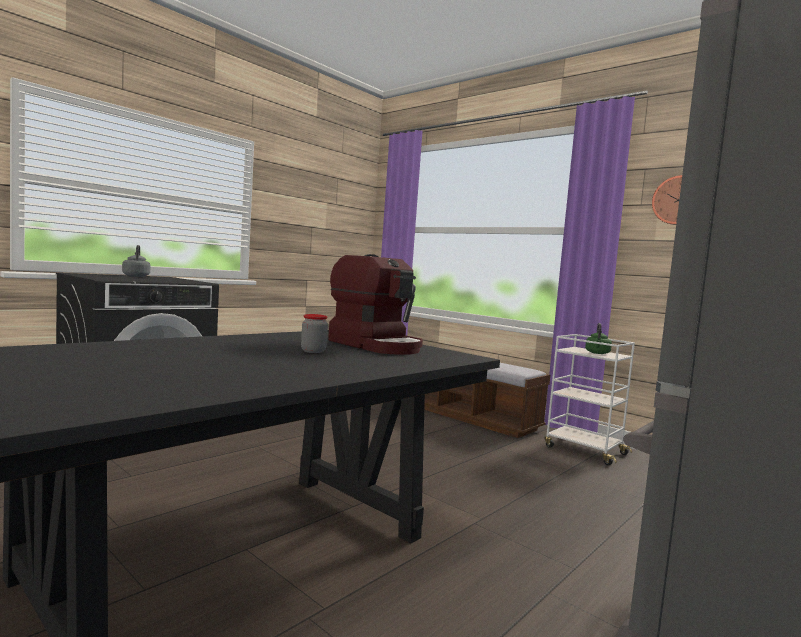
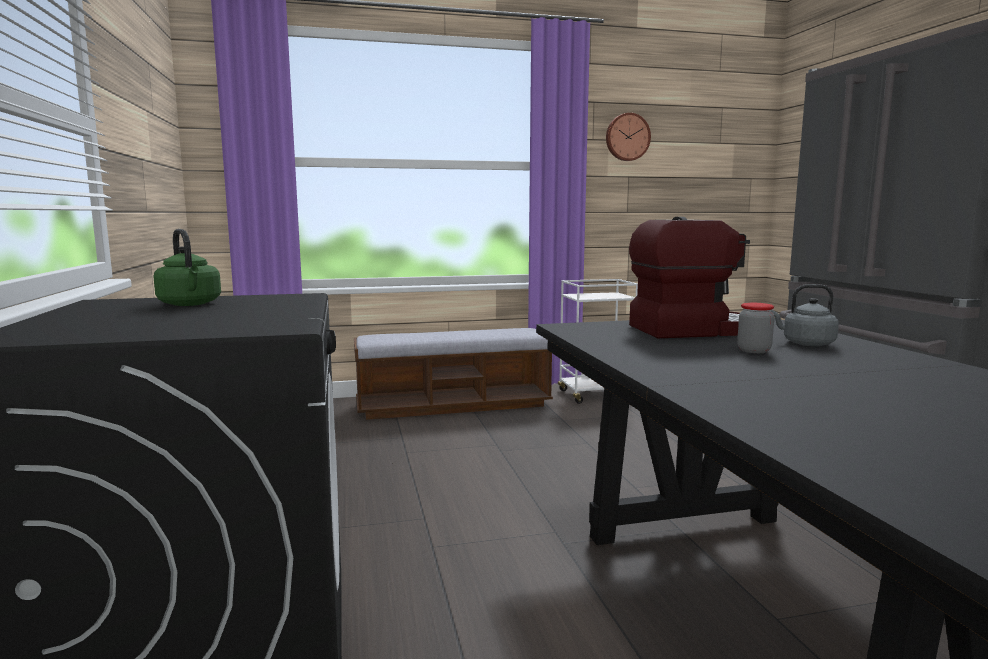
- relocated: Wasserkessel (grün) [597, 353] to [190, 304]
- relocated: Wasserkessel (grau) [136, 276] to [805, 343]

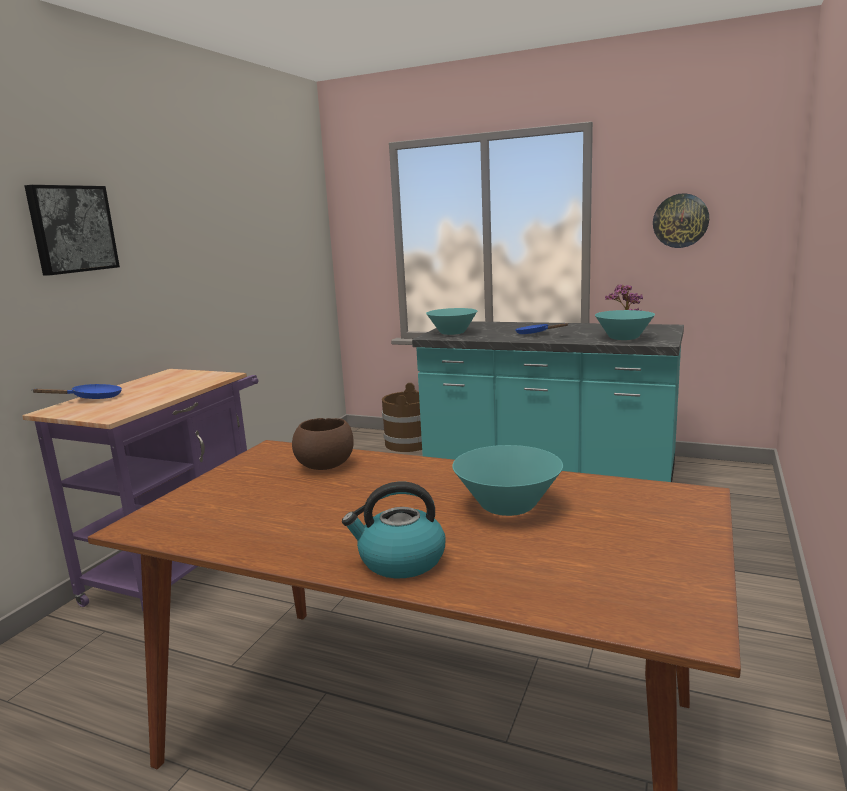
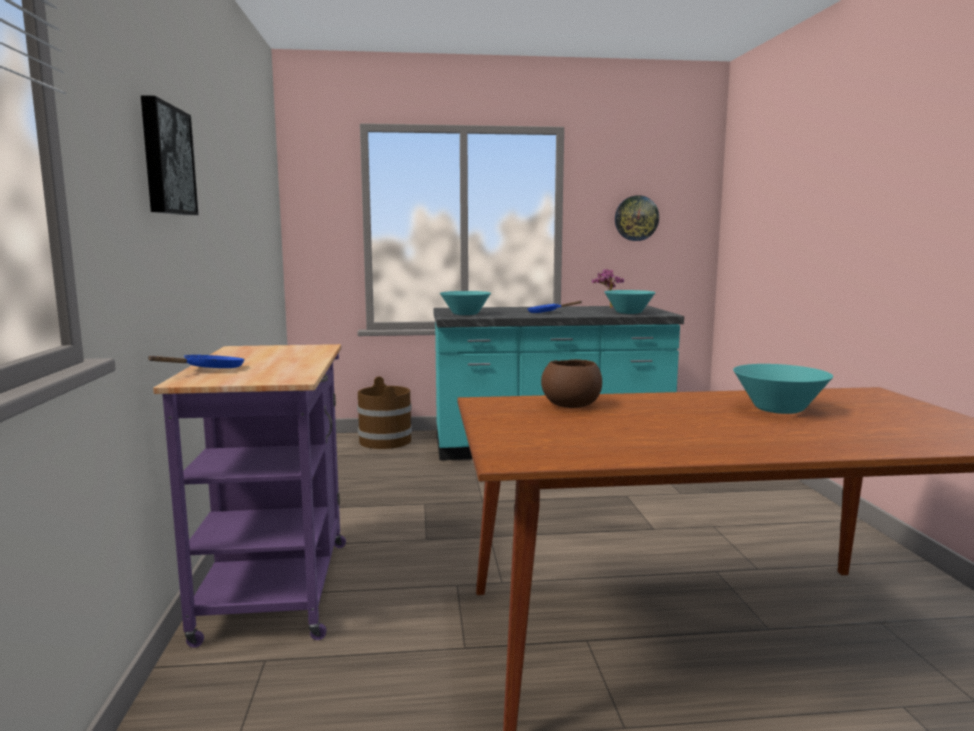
- missing: Wasserkessel [400, 561]

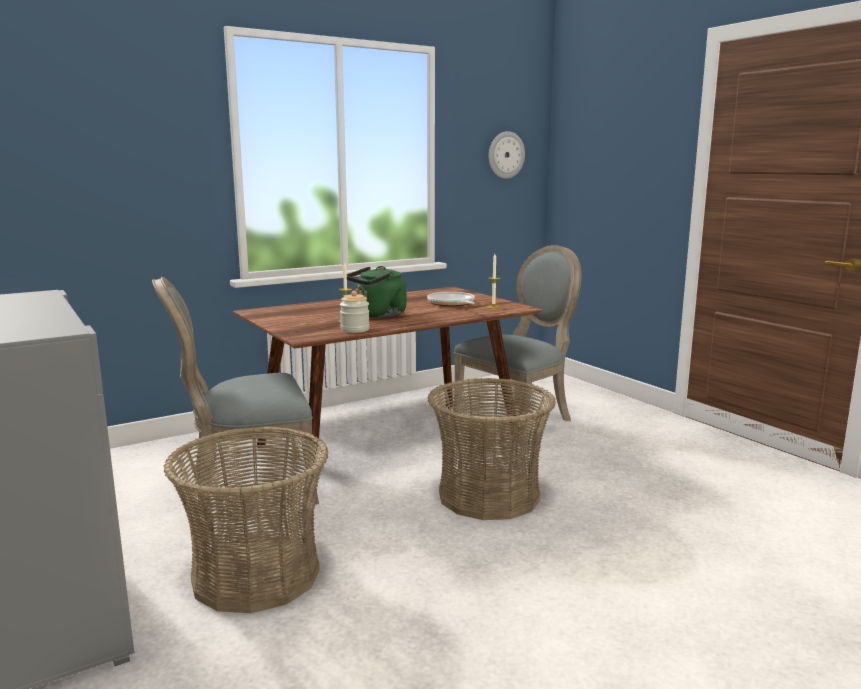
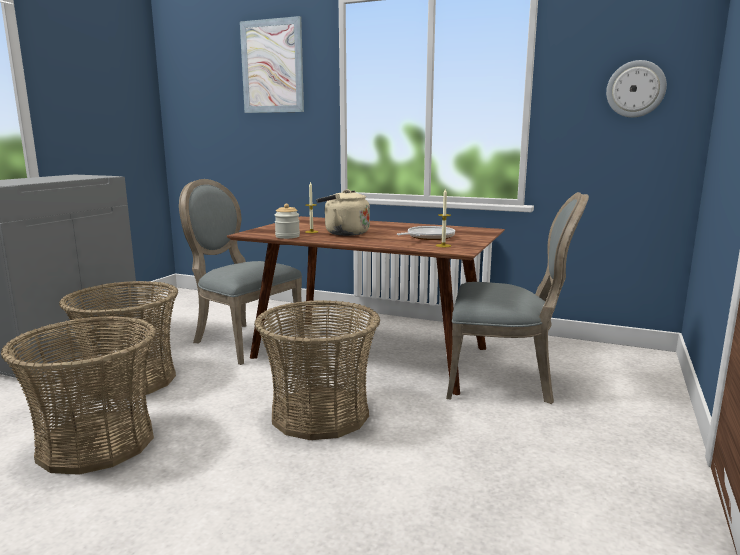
- appeared: Korb [96, 442]
- appeared: Bild [272, 66]
- colour: Wasserkessel (grün) [378, 315] to Wasserkessel (beige) [343, 233]

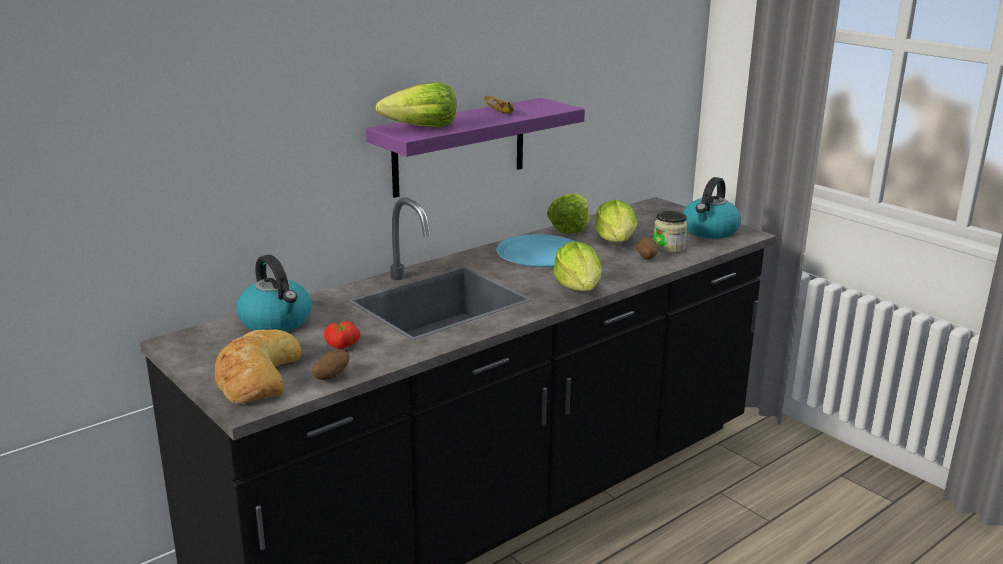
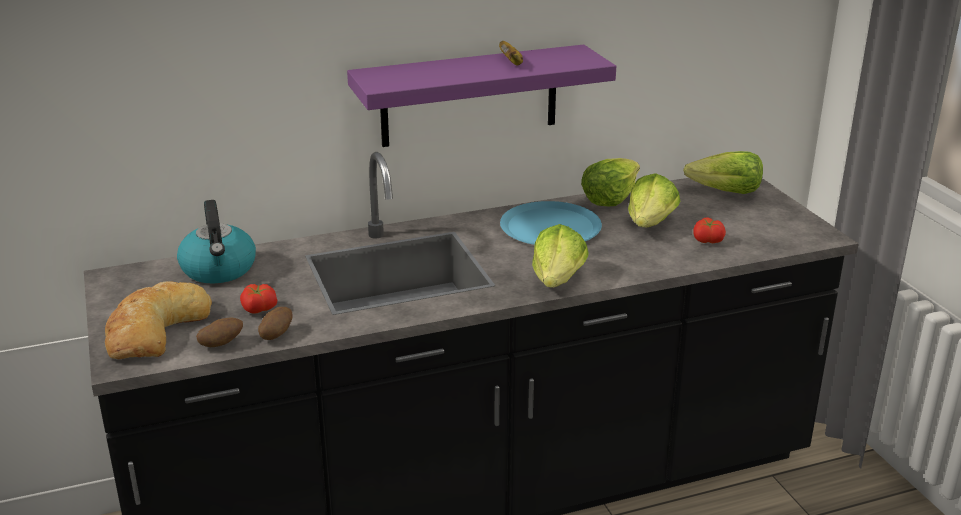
- relocated: Kartoffel [646, 258] to [276, 335]
- relocated: Salatkopf [421, 128] to [725, 192]
- exchanged: Vorratsglas [669, 247] to Tomate [707, 241]
- missing: Wasserkessel [710, 231]

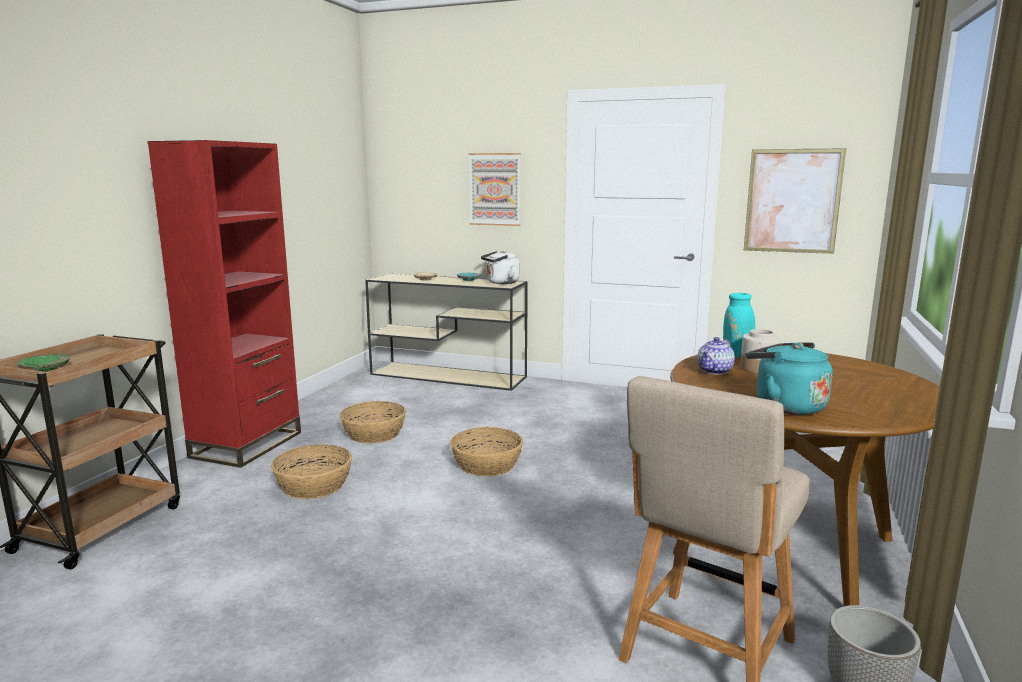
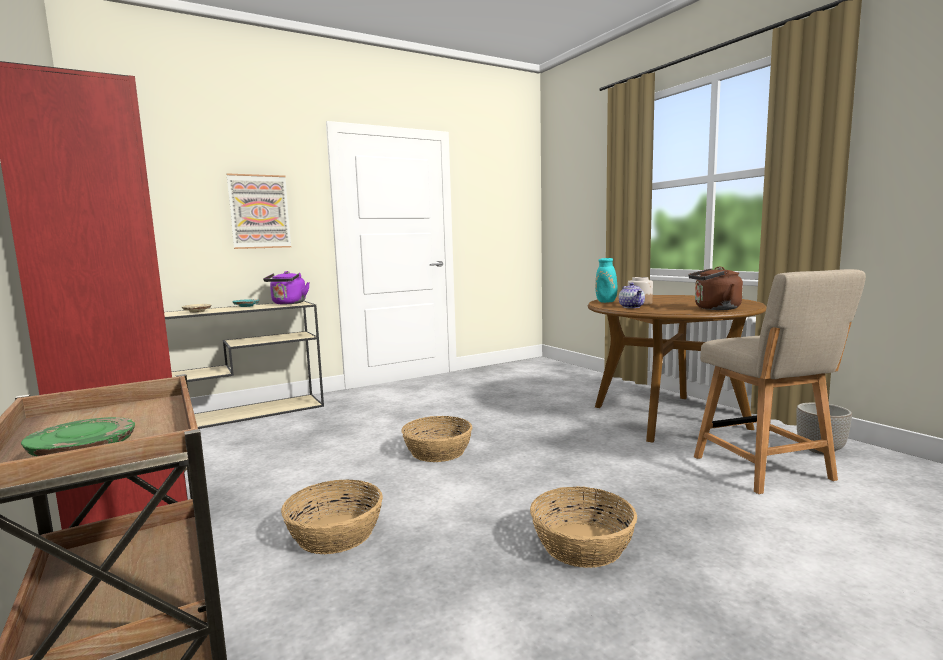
- colour: Wasserkessel (weiß) [501, 283] to Wasserkessel (lila) [288, 303]
- relocated: Korb [374, 434] to [581, 544]
- colour: Wasserkessel (türkis) [785, 406] to Wasserkessel (braun) [714, 308]
- missing: Bild [792, 201]

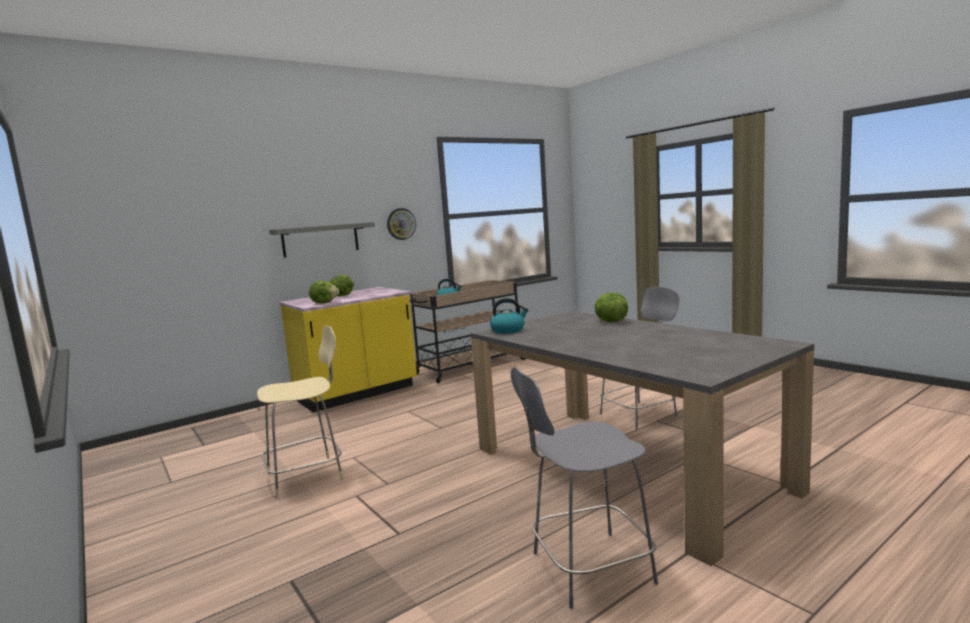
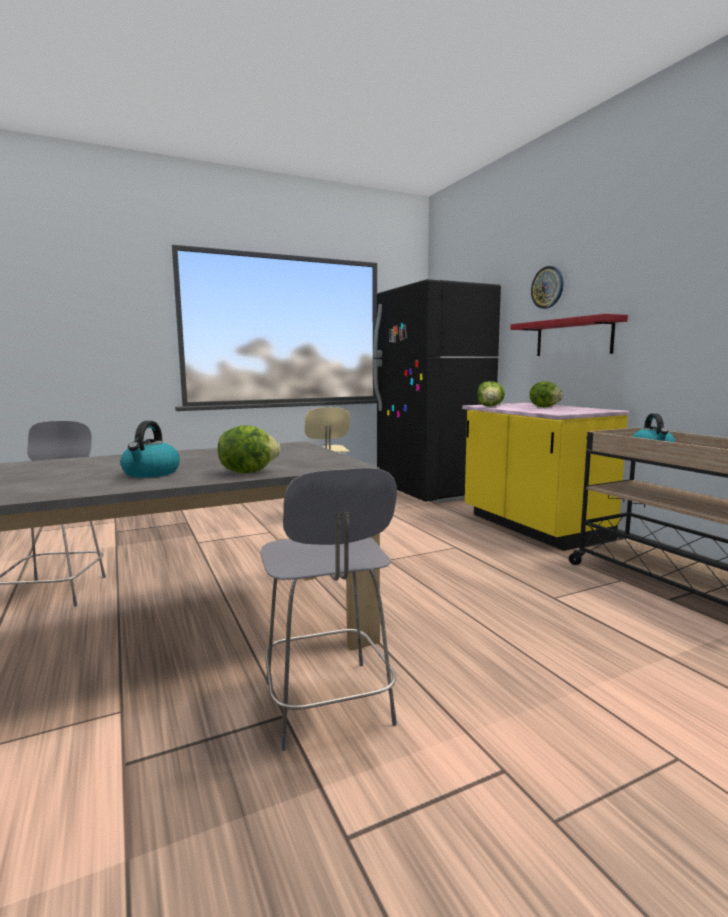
- relocated: Wasserkessel [508, 330] to [151, 473]
- appeared: Kühlschrank (schwarz) [432, 491]
- colour: Wandregal (grau) [320, 239] to Wandregal (rot) [573, 337]
- relocated: Wanduhr [401, 224] to [547, 287]

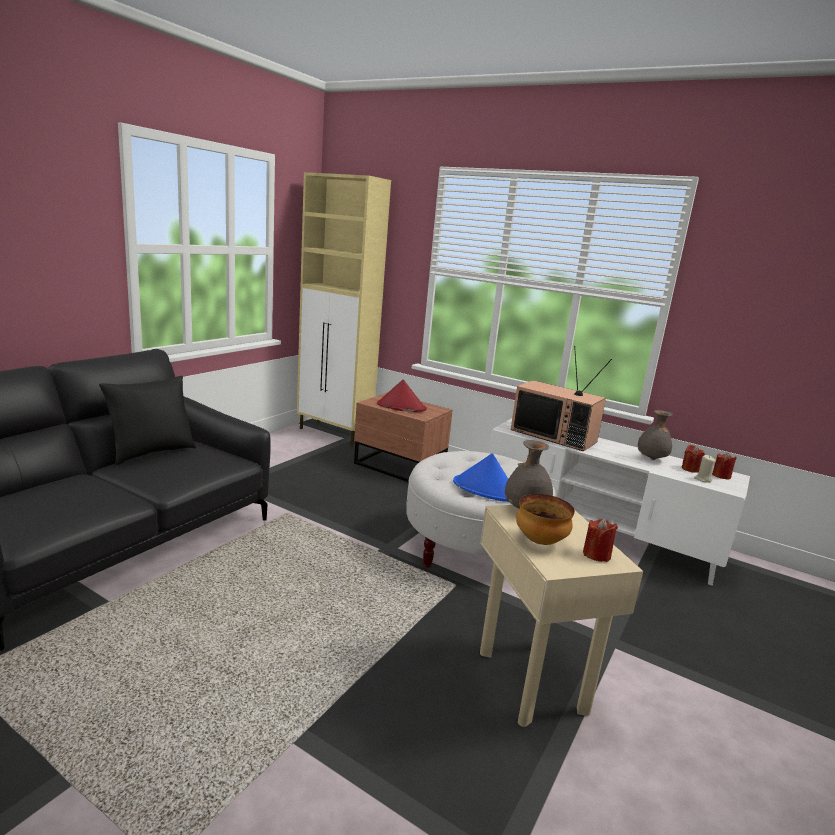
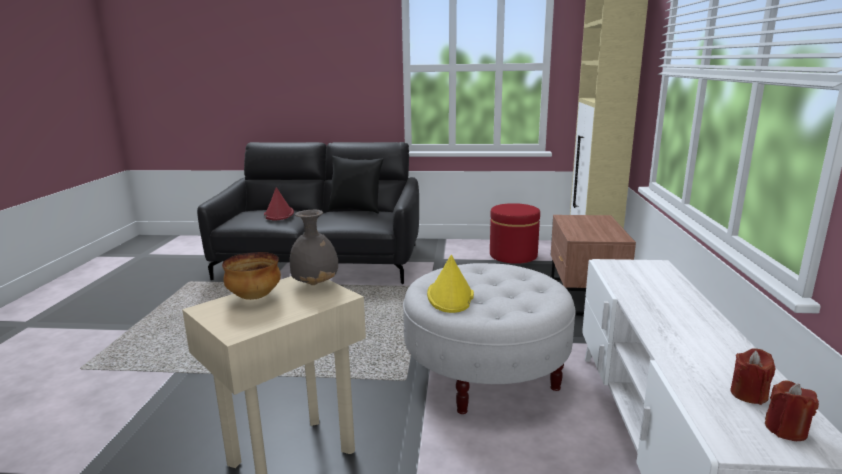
- relocated: Hut (rot) [401, 406] to [279, 214]
- colour: Hut (blau) [486, 489] to Hut (gelb) [450, 296]
- appeared: Polsterhocker (rot) [513, 255]
- missing: Fernseher [555, 436]
- missing: Kerze (rot) [596, 555]
- missing: Vase (grau) [651, 459]
- missing: Kerze (beige) [702, 479]

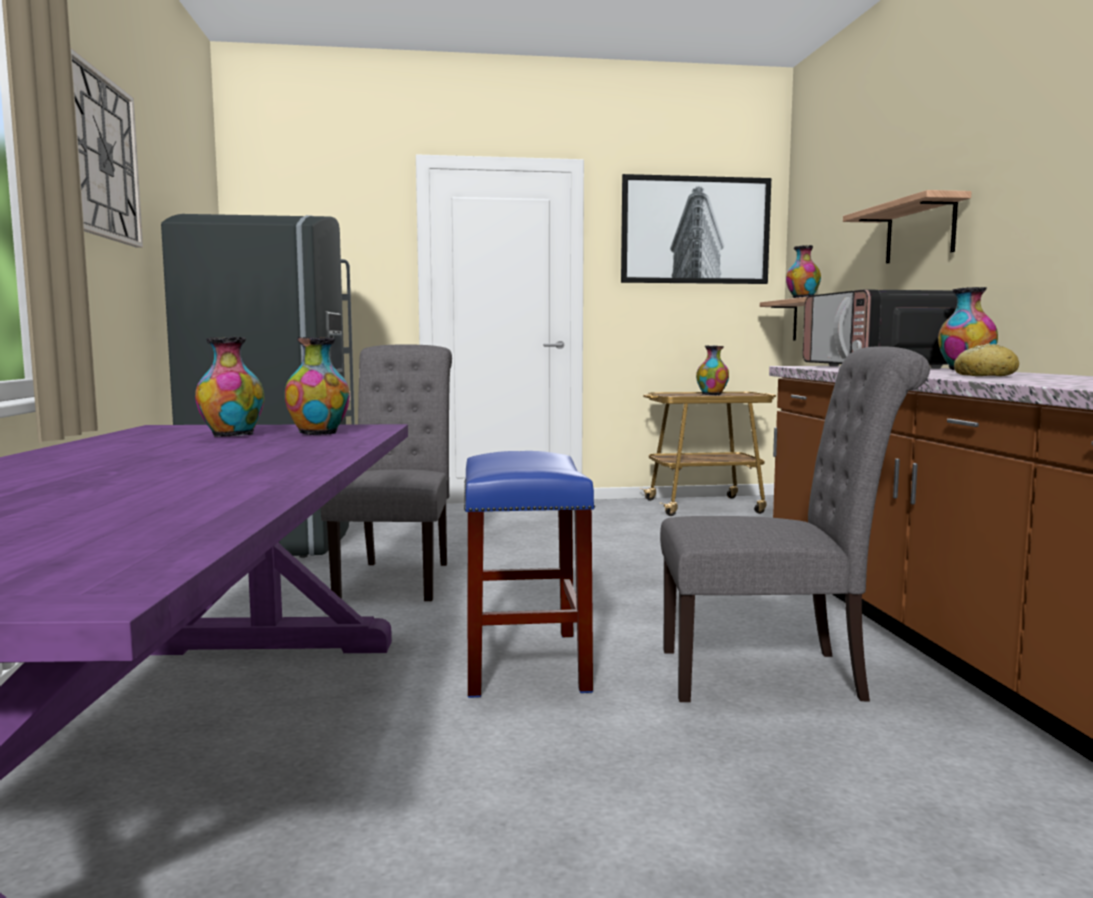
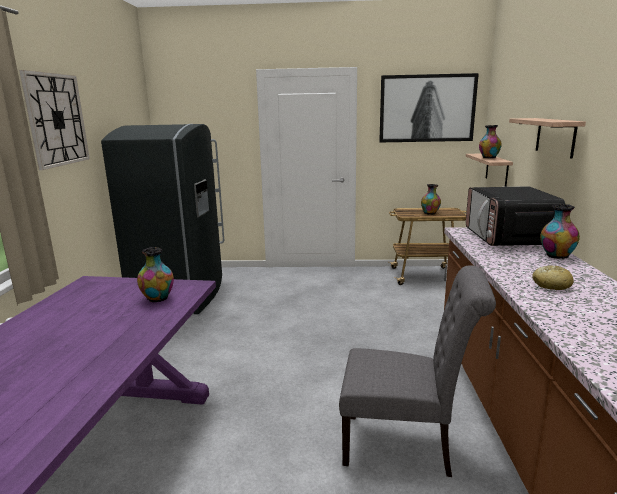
- missing: Vase [232, 435]
- missing: Stuhl (grau) [398, 578]
- missing: Hocker (blau) [526, 663]

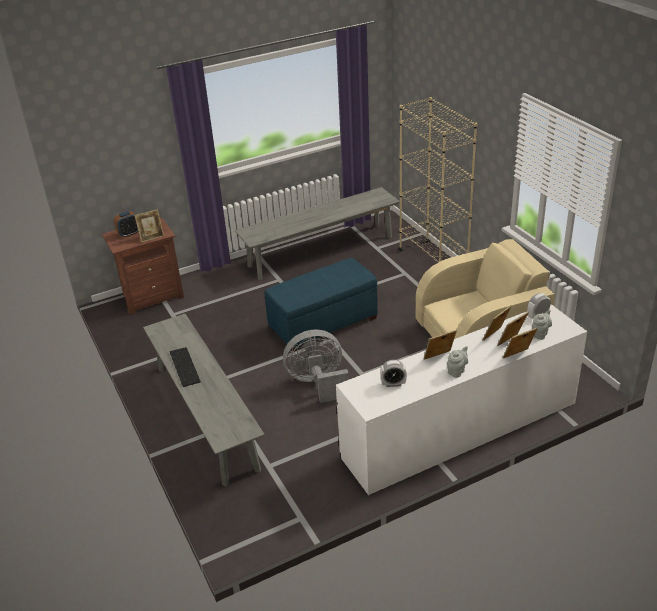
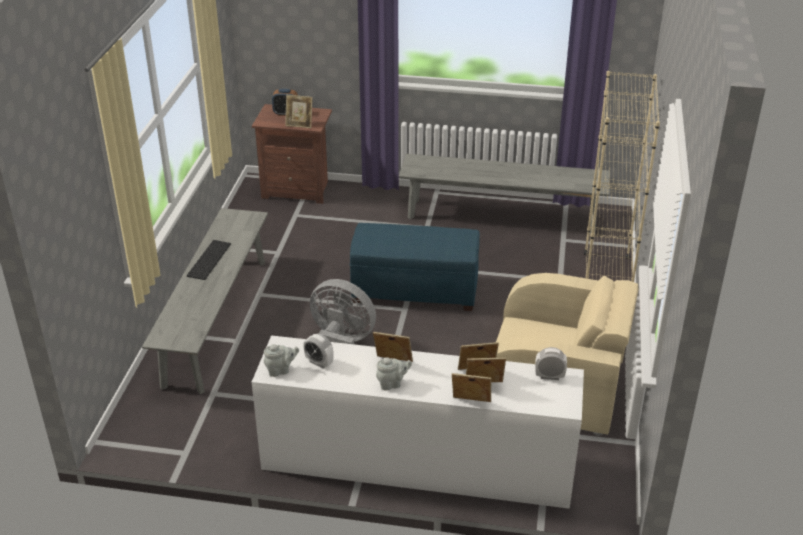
- relocated: Teekanne (grau) [540, 333] to [280, 370]

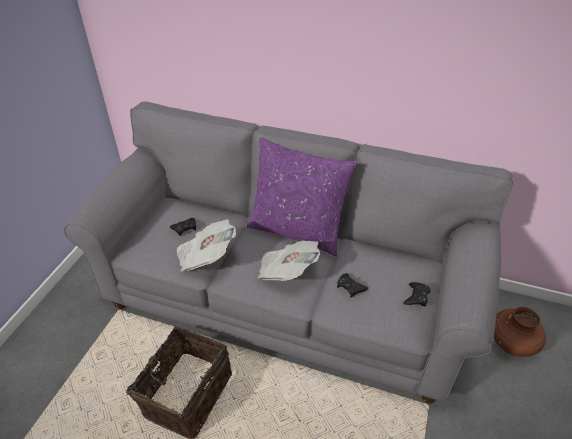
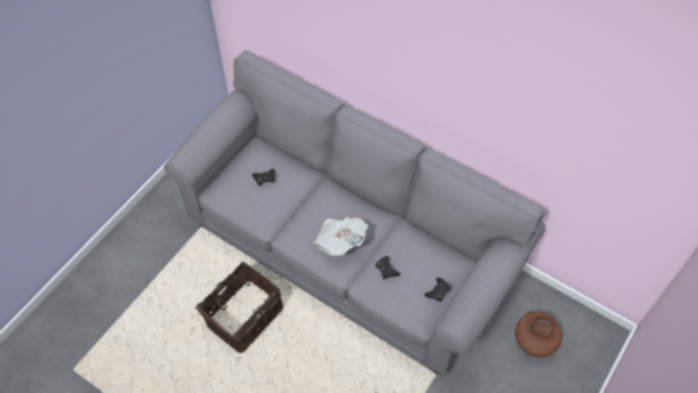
- missing: Zeitung [205, 256]
- missing: Kissen (lila) [297, 230]

